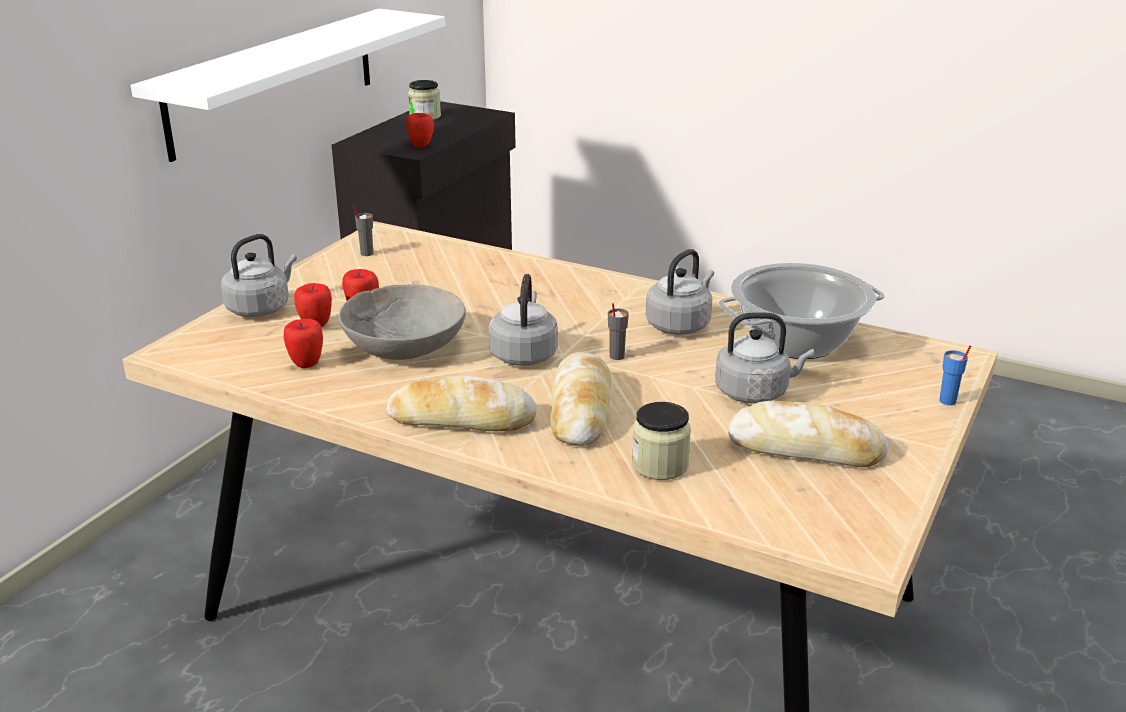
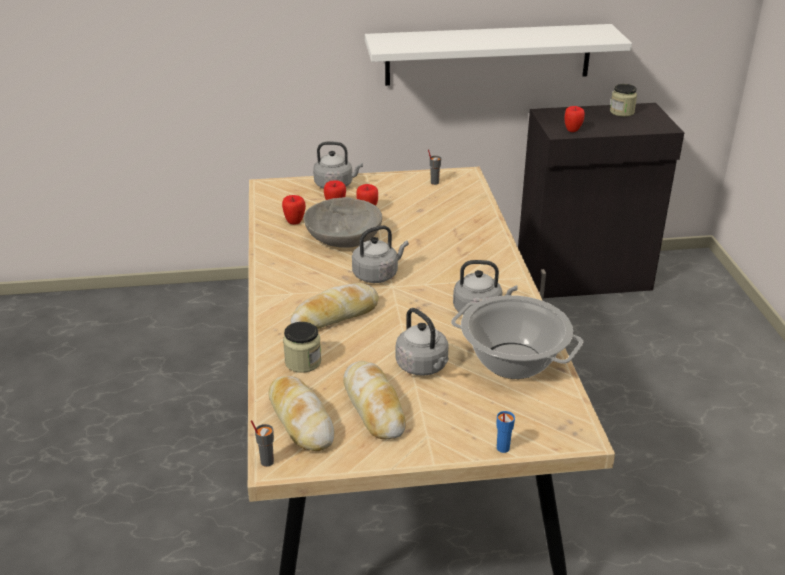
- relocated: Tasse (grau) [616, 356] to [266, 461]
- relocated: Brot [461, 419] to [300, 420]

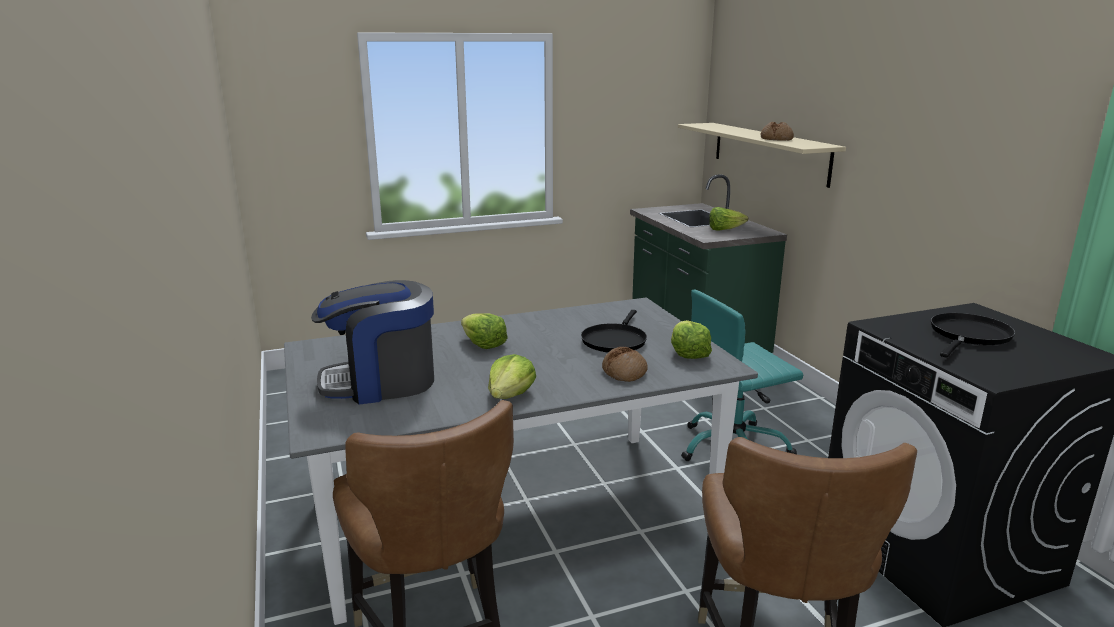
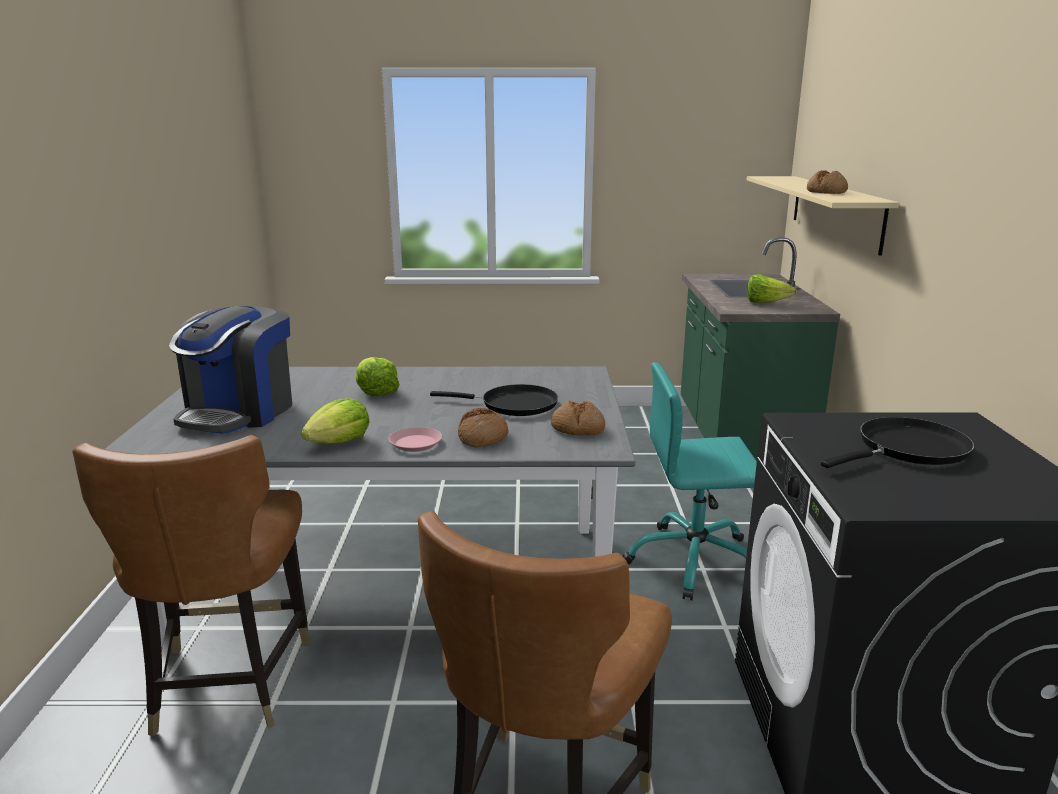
- spun: Kaffeemaschine [381, 382] = [239, 412] 75 degrees counterclockwise
- appeared: Teller (rosa) [415, 443]
- spun: Pfanne (schwarz) [615, 340] = [513, 405] 120 degrees counterclockwise
- exchanged: Salatkopf [688, 353] to Brot [577, 429]

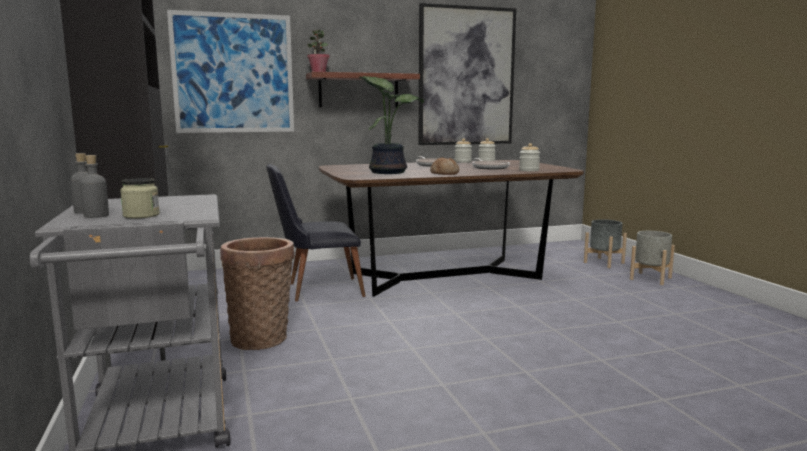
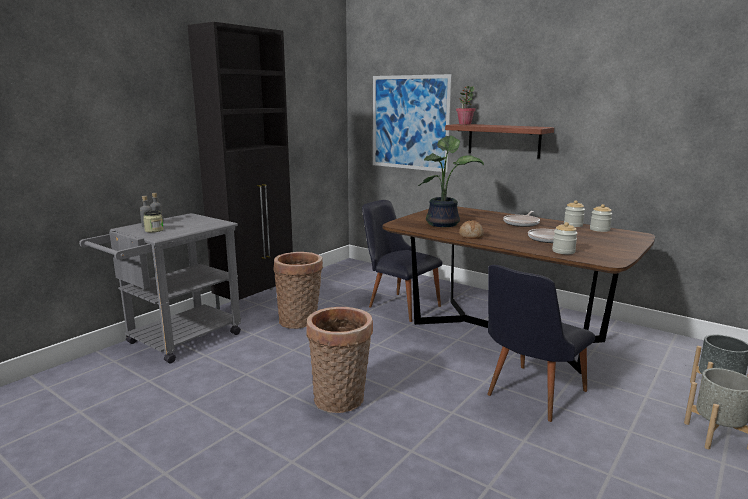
- appeared: Korb [341, 401]
- appeared: Stuhl (schwarz) [529, 395]
- missing: Bild [466, 76]

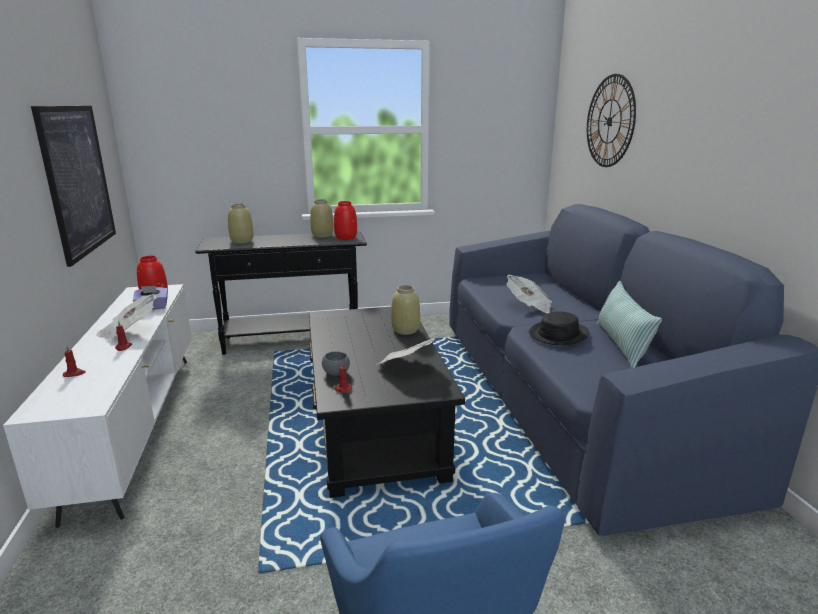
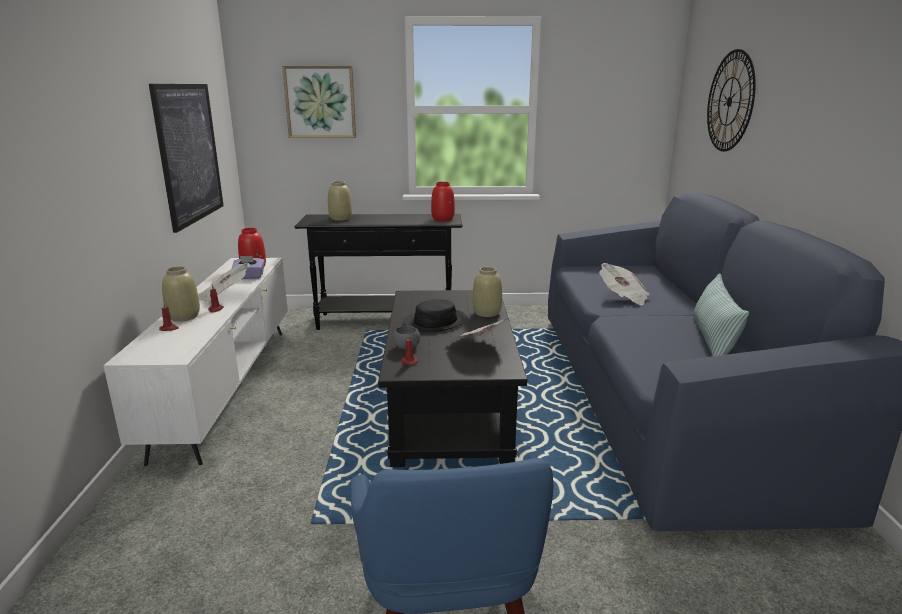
- relocated: Vase (beige) [323, 235] to [184, 317]
- appeared: Bild [320, 102]
- relocated: Hut (schwarz) [558, 334] to [435, 321]

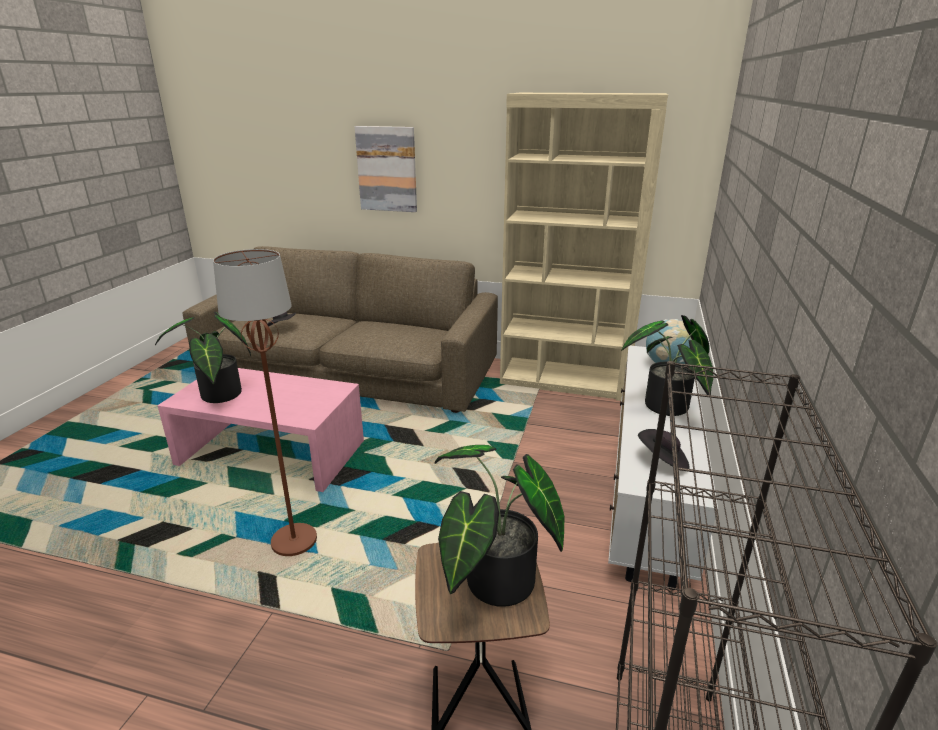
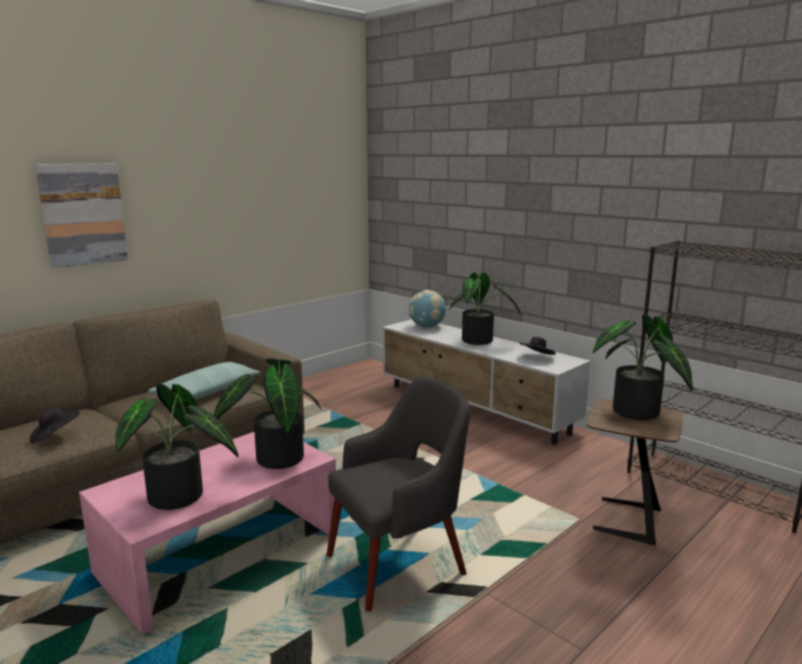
- appeared: Kissen [207, 392]
- appeared: Topfpflanze [274, 458]
- exchanged: Stehlampe (braun) [294, 541] to Sessel (grau) [398, 564]
- missing: Bücherregal (beige) [565, 381]

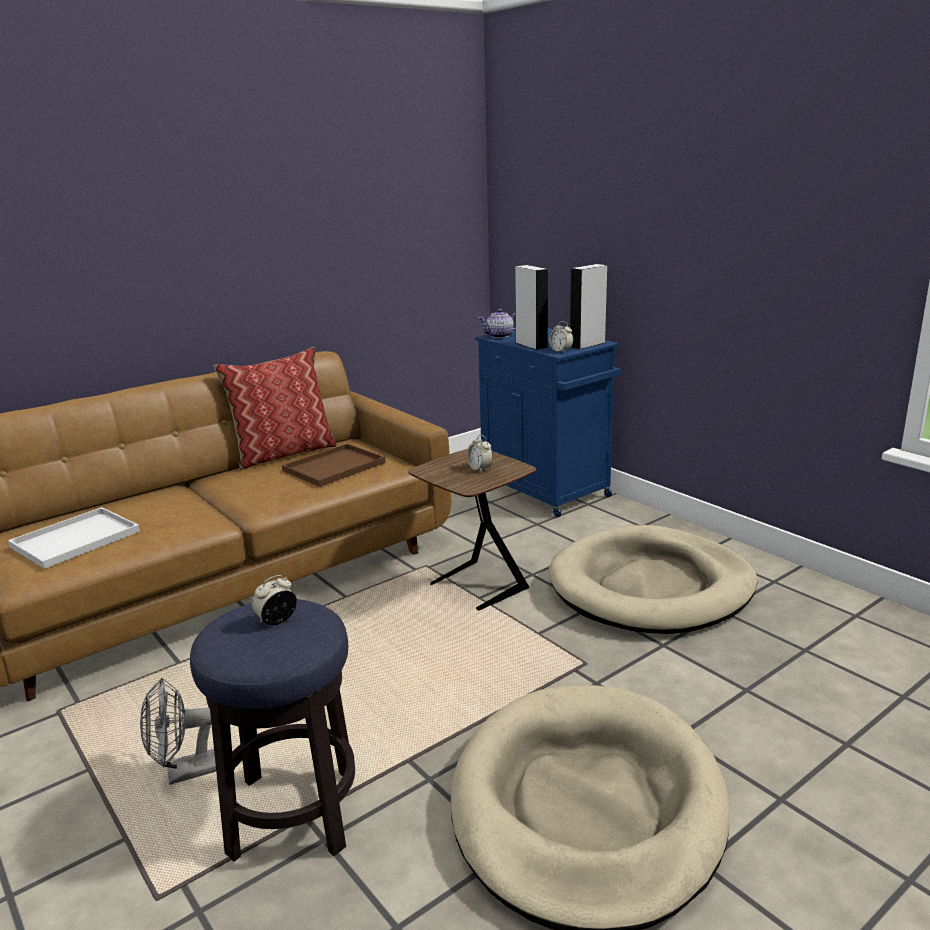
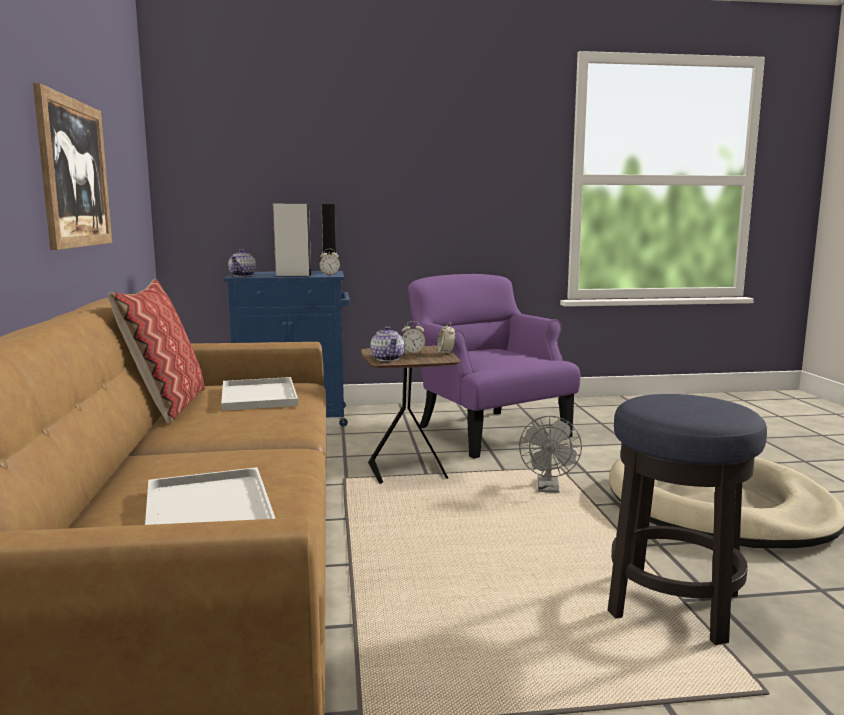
- appeared: Bild [74, 173]
- colour: Tablett (braun) [333, 467] to Tablett (weiß) [260, 396]
- appeared: Teekanne [387, 359]
- exchanged: Hundebett (beige) [651, 587] to Sessel (lila) [487, 431]
- relocated: Wecker [276, 621] to [446, 353]
- relocated: Ventilator (grau) [184, 773] to [549, 489]

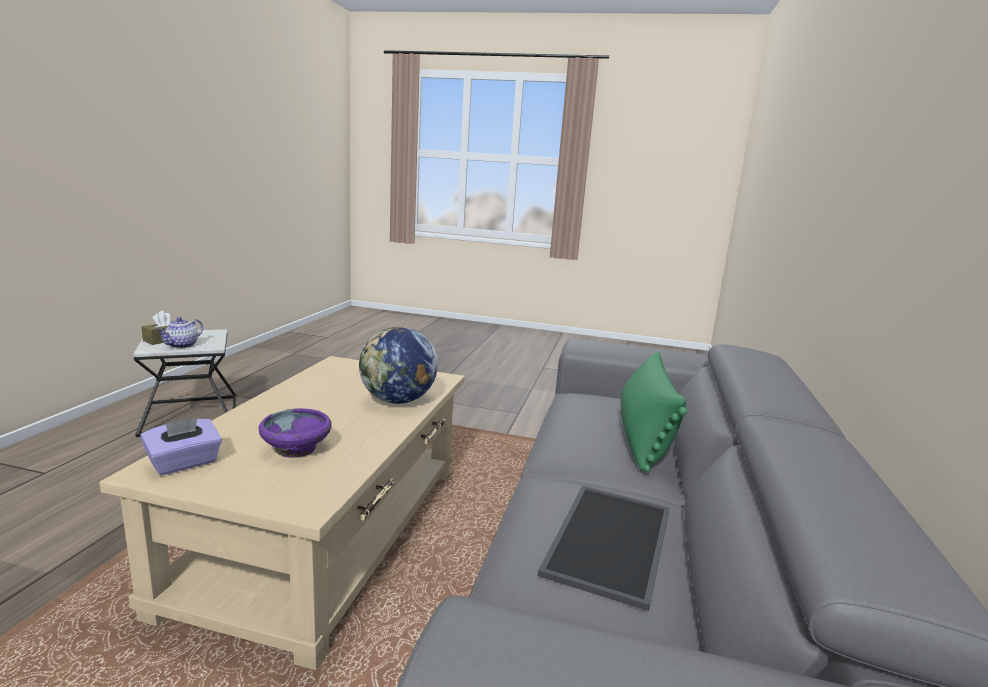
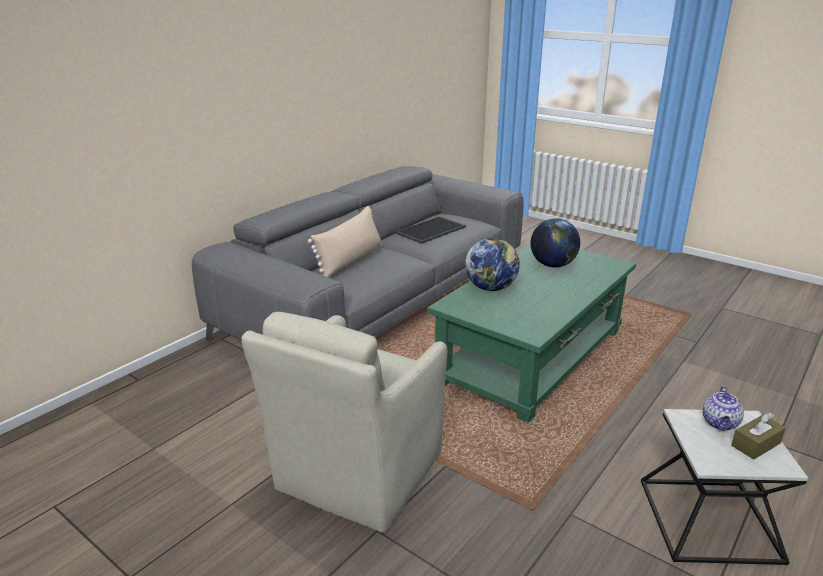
- appeared: Sessel (beige) [357, 474]
- colour: Kissen (grün) [643, 435] to Kissen (beige) [350, 261]
- colour: Couchtisch (beige) [326, 532] to Couchtisch (grün) [532, 355]
- exchanged: Schüssel (lila) [296, 449] to Globus [552, 265]
- spun: Teekanne [181, 345] = [720, 423] 150 degrees clockwise
- missing: Taschentuchbox (lila) [184, 463]

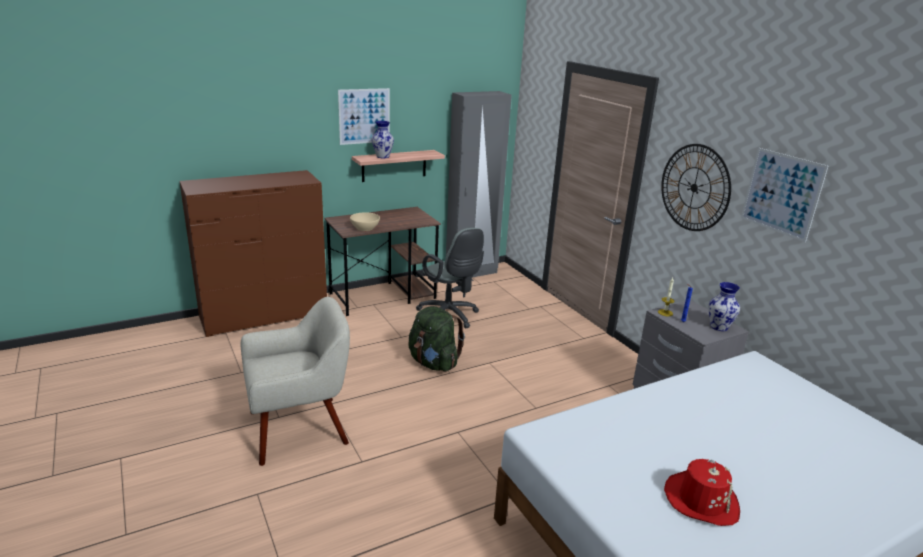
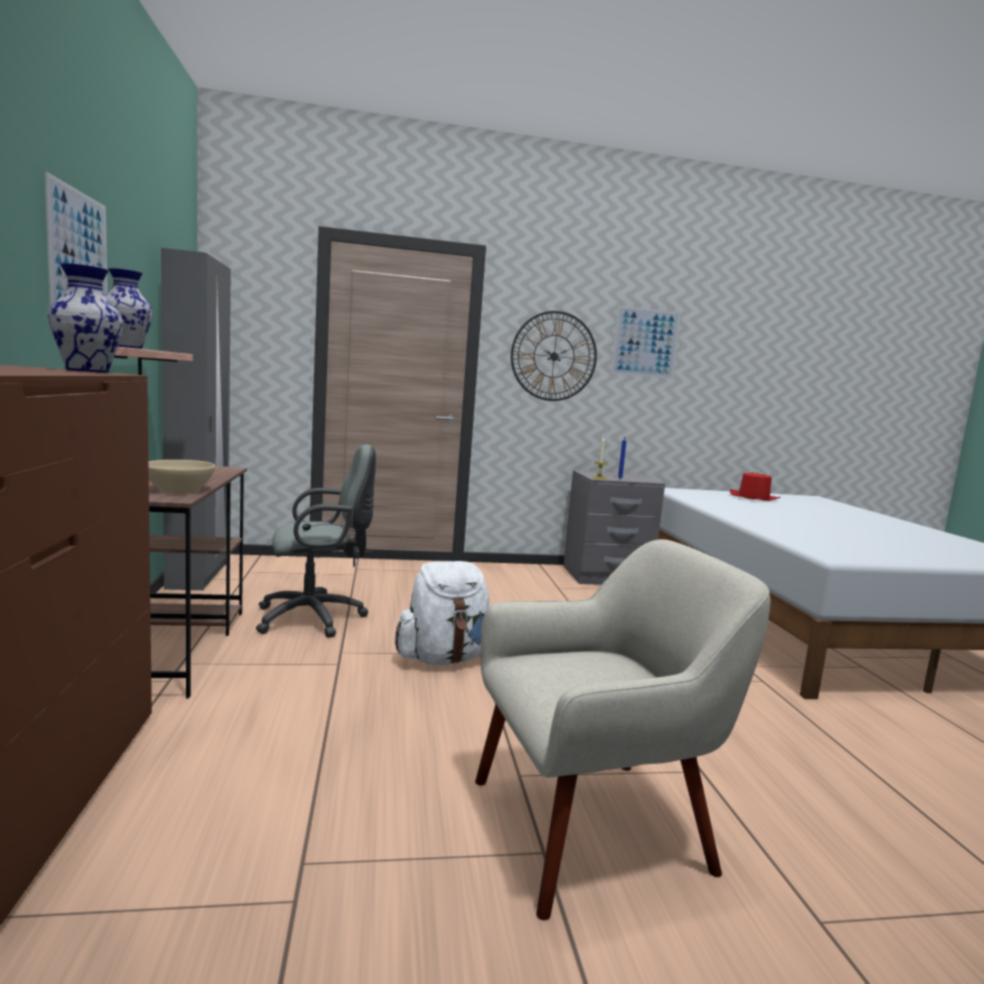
- relocated: Vase [719, 327] to [88, 371]
- colour: Rucksack (grün) [433, 363] to Rucksack (weiß) [445, 658]
- spun: Sessel (beige) [300, 428] = [594, 826] 75 degrees clockwise
- relocated: Hut (rot) [701, 500] to [753, 498]

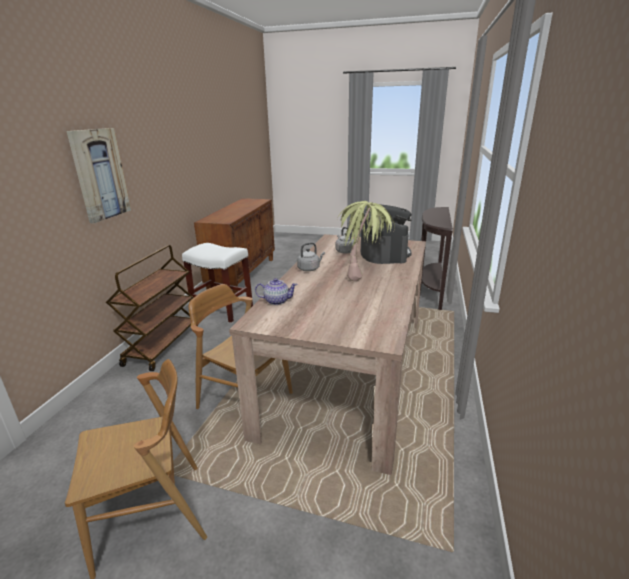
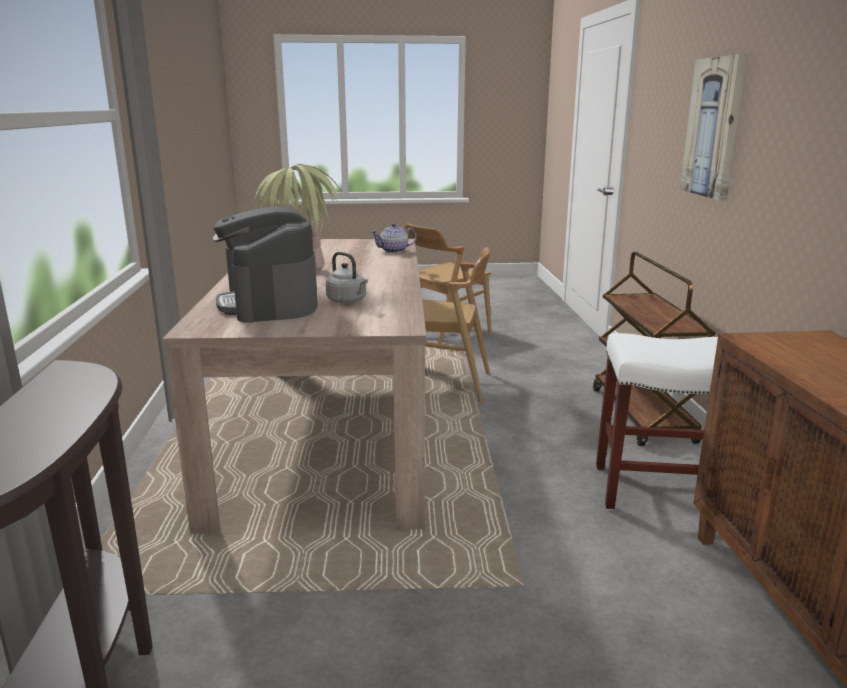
- missing: Wasserkessel (grau) [309, 269]

